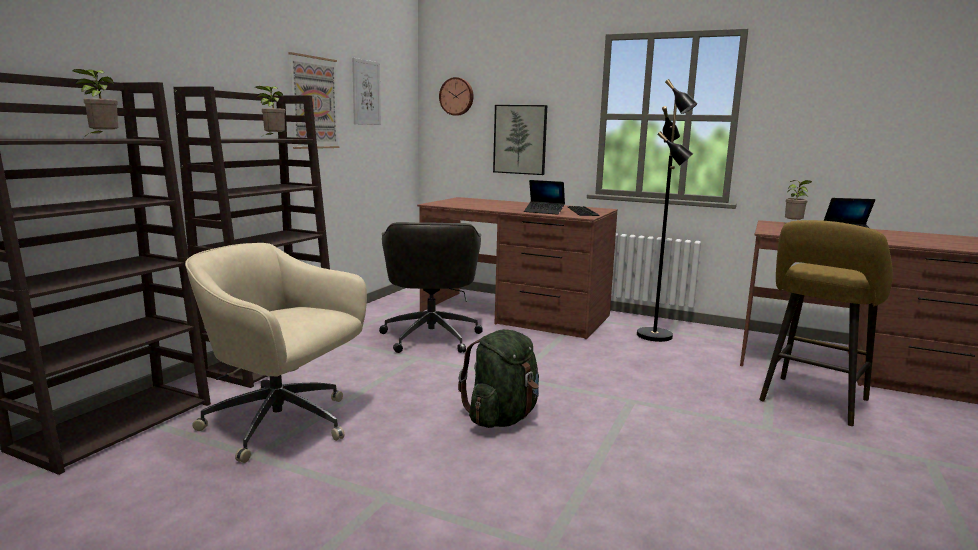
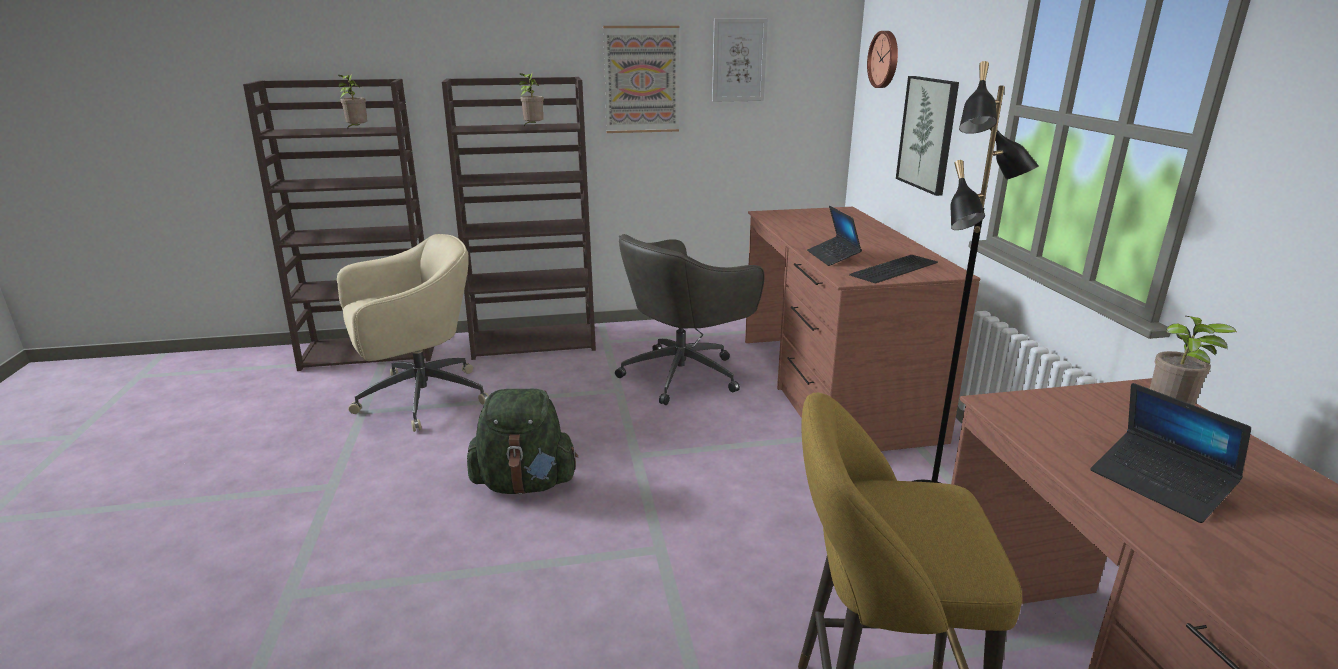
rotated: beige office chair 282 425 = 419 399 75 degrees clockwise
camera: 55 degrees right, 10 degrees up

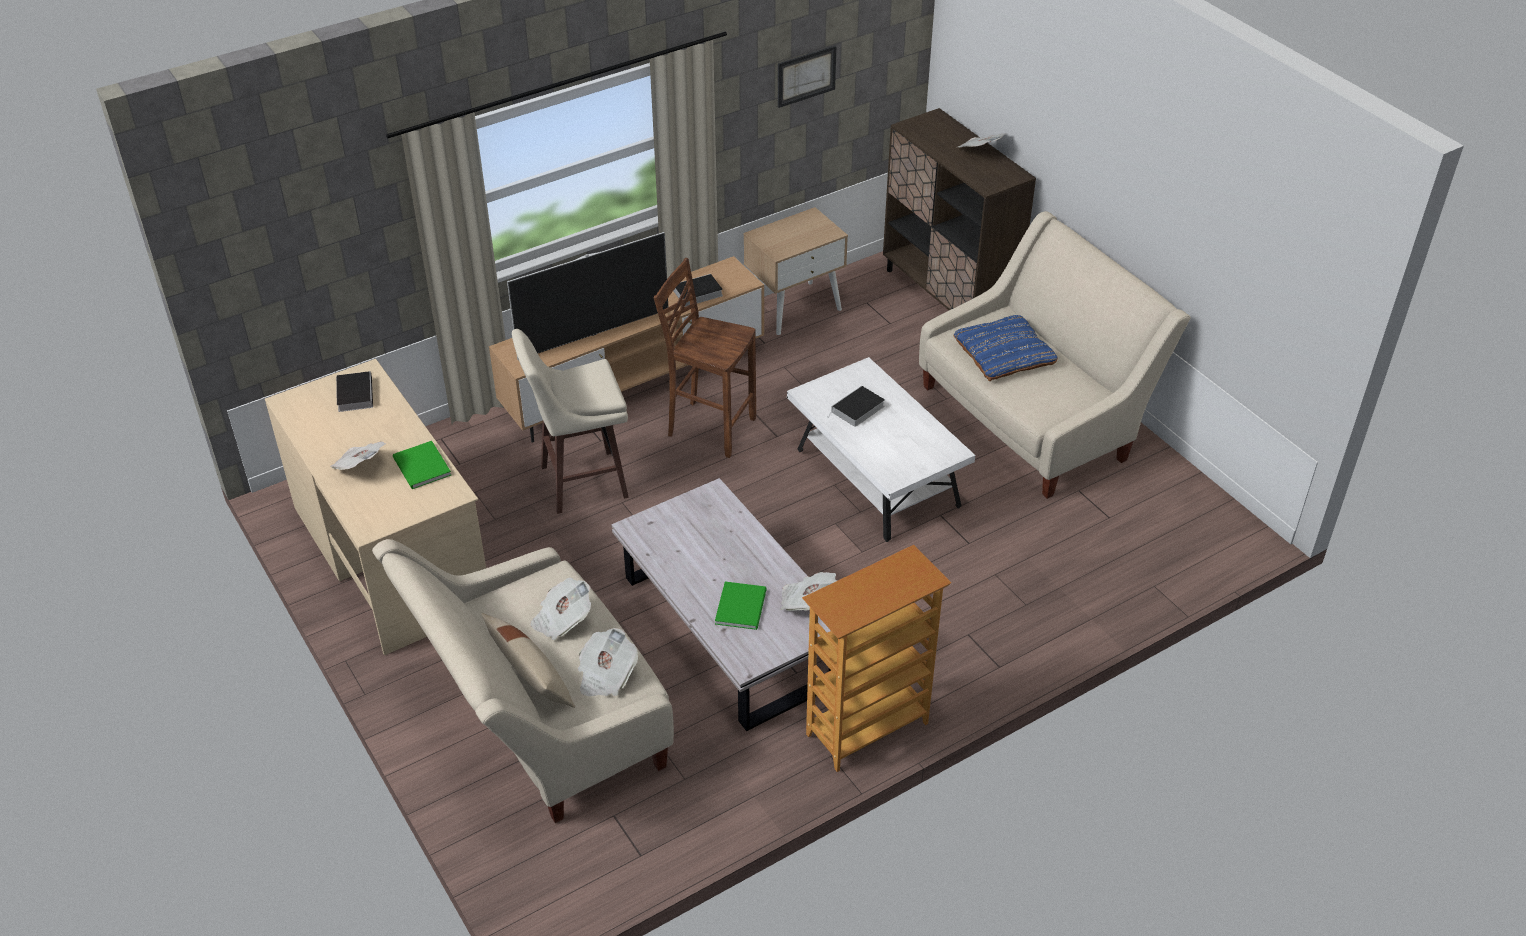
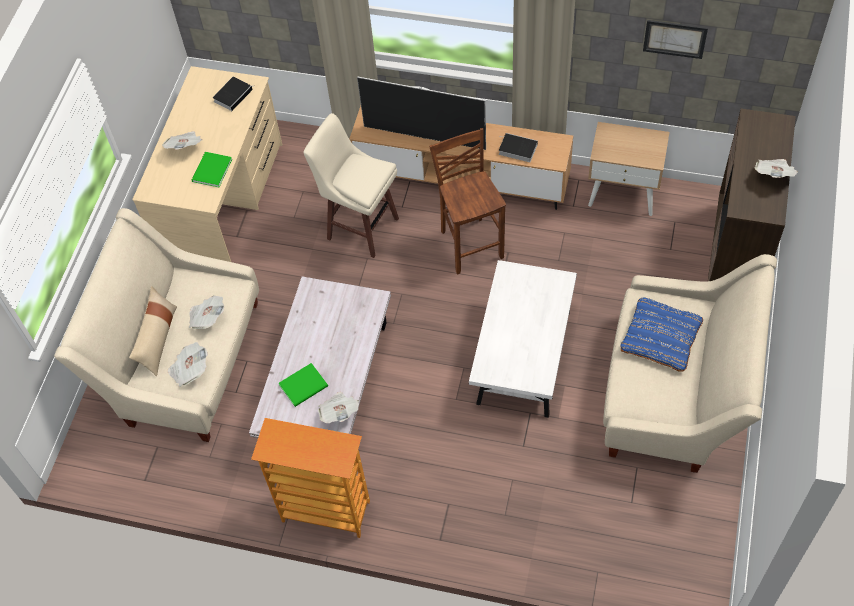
gone: book 857 410
camera: 50 degrees right, 15 degrees up

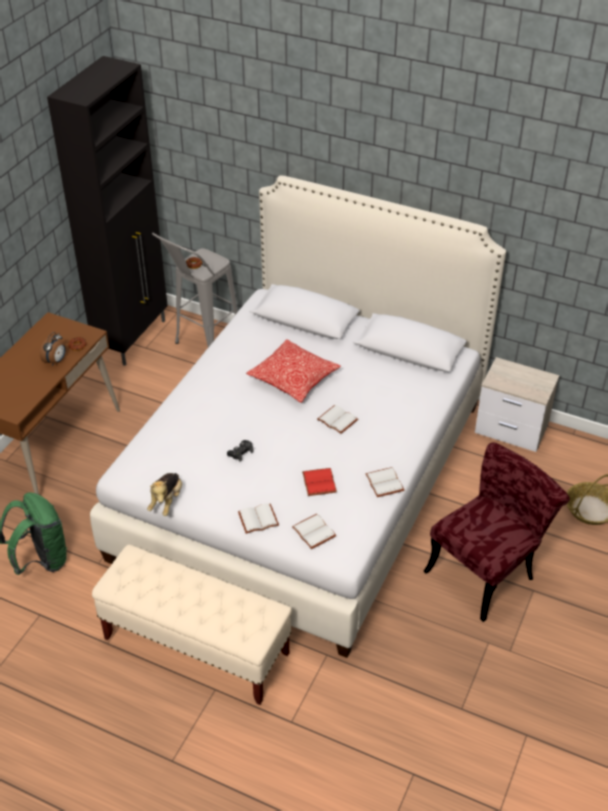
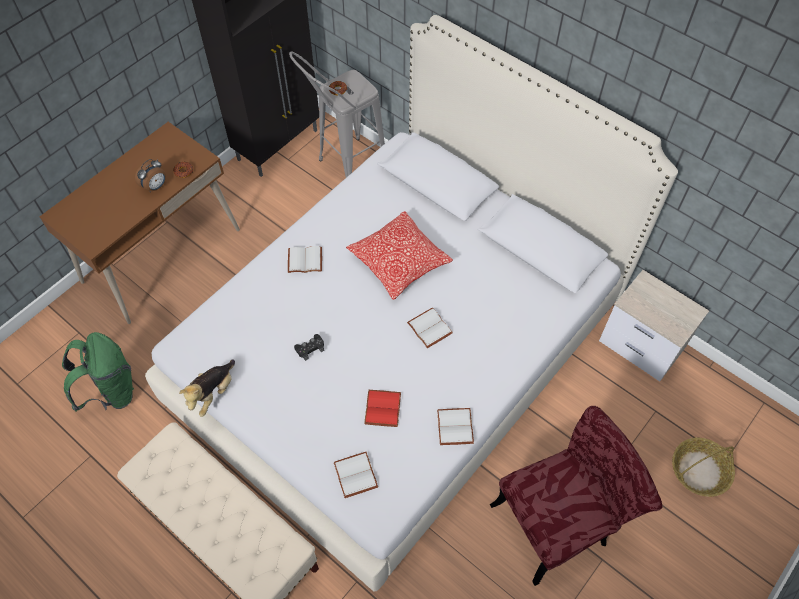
shifted: white book 258 520 to 304 261
camera: 15 degrees right, 15 degrees up

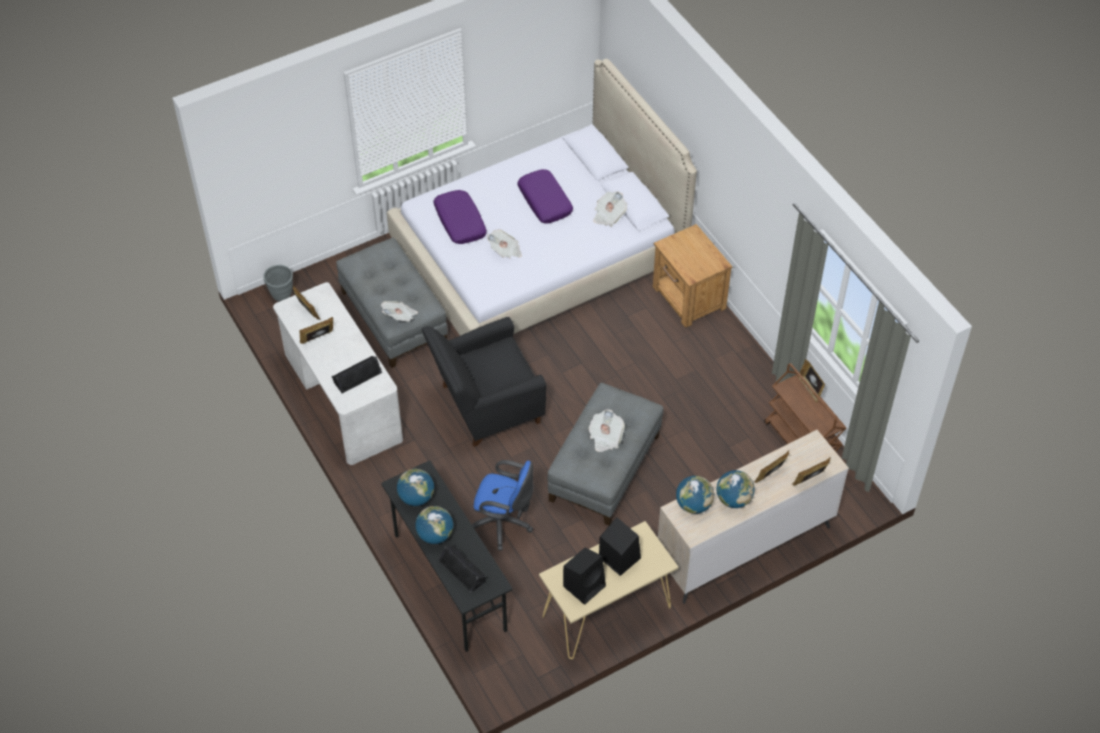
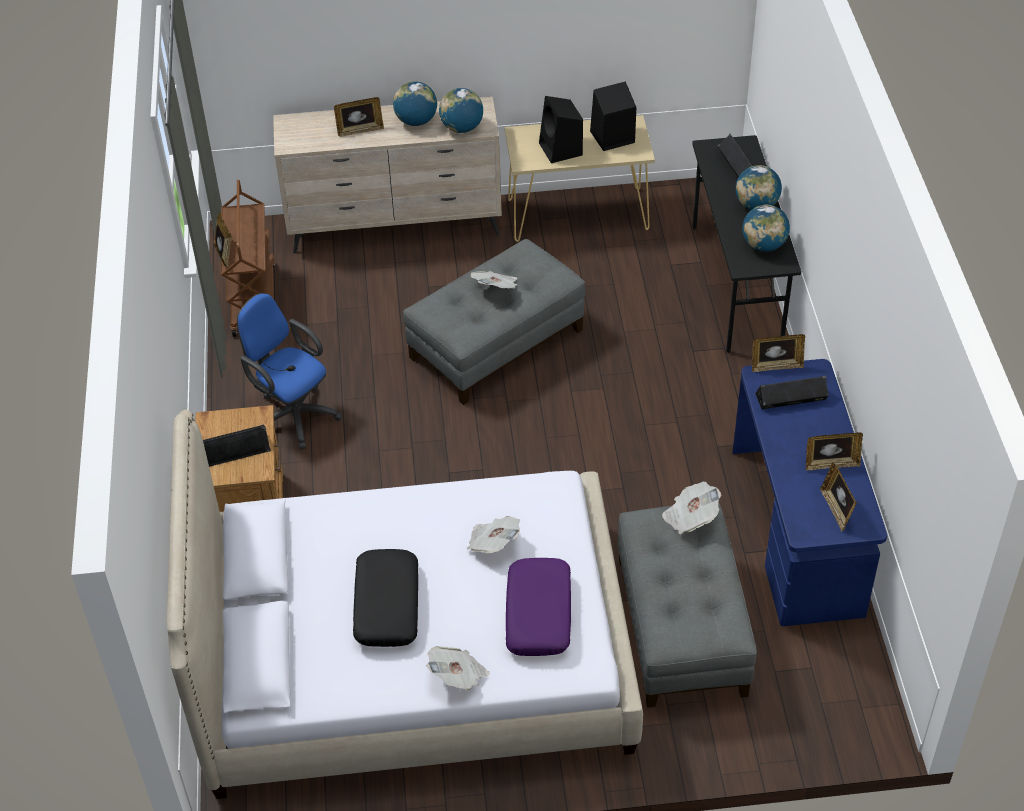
gone: grey planter 281 295; black armchair 485 406
new: black speaker 234 448
shifted: blue office chair 503 524 to 293 414; newspaper 608 215 to 458 676; picture frame 810 480 to 776 366
repainted: white desk 342 398 to blue desk 798 530; purple pillow 545 201 to black pillow 386 605
camera: 155 degrees left, 5 degrees down

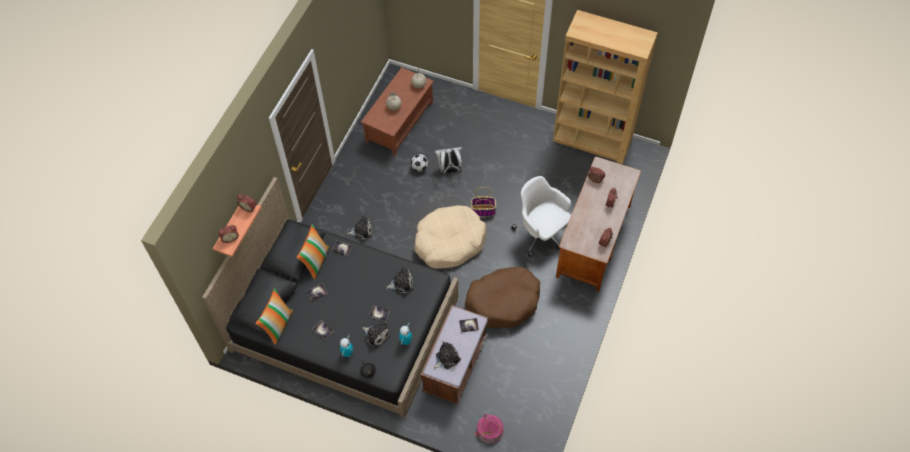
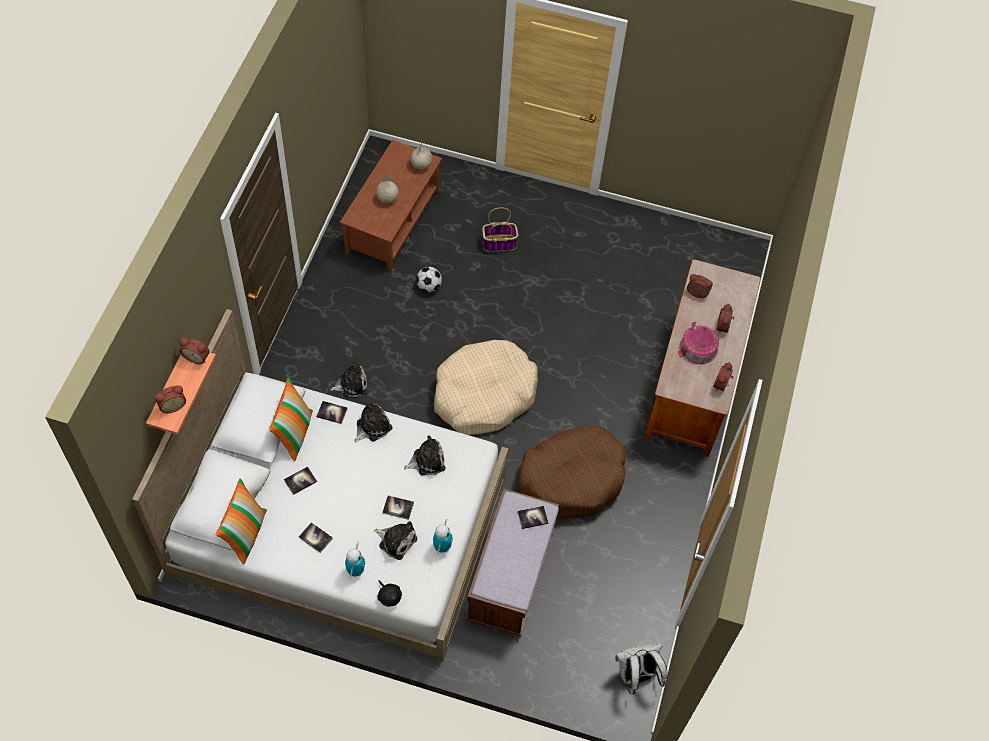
gone: white office chair 541 233; brown bookcase 592 140
shifted: white backpack 449 170 to 636 676; plush toy 446 358 to 372 426; basket 483 210 to 499 243; toy house 490 430 to 698 347
repainted: black bed 345 324 to white bed 340 525
camera: 10 degrees left, 0 degrees up

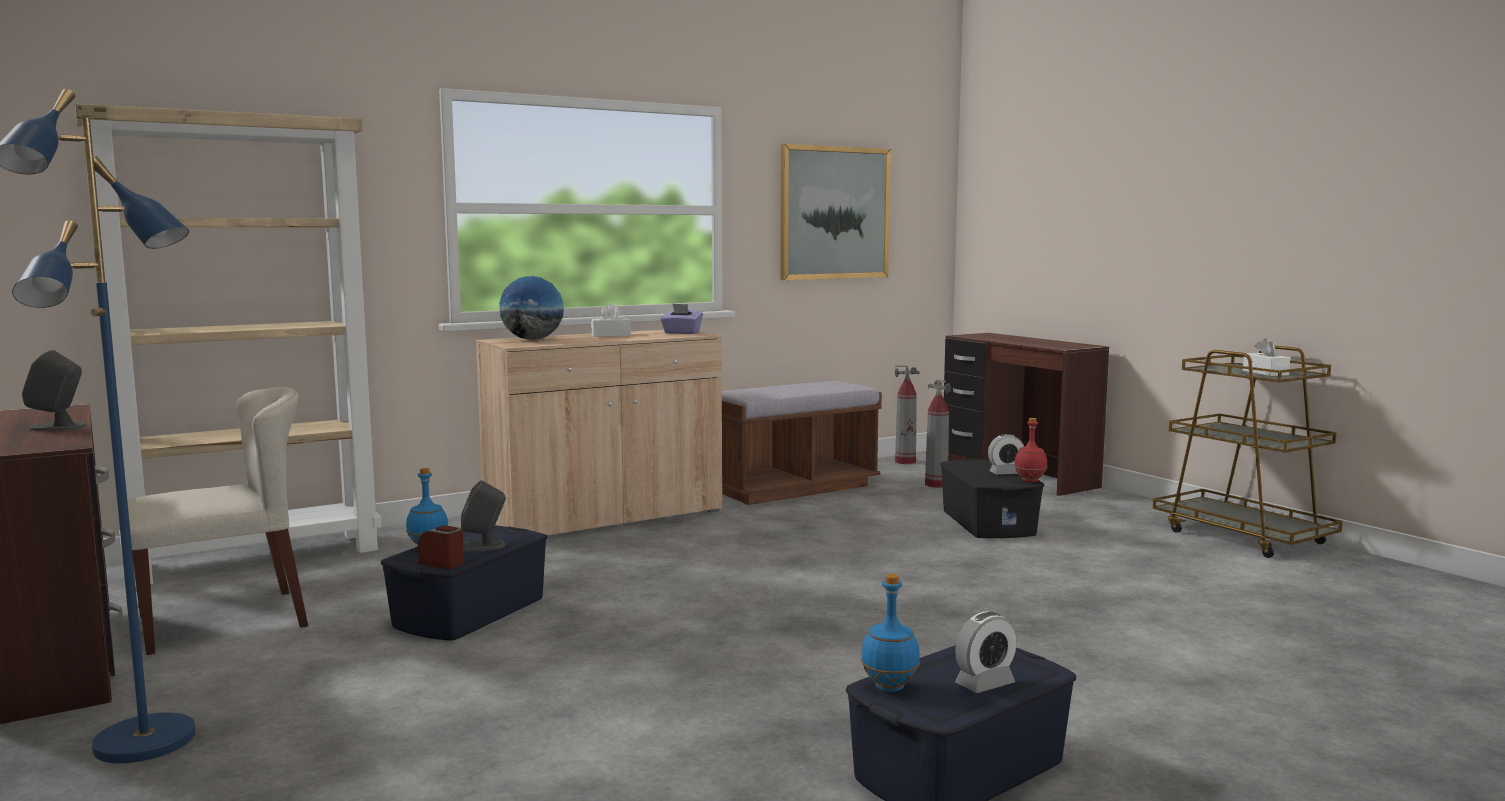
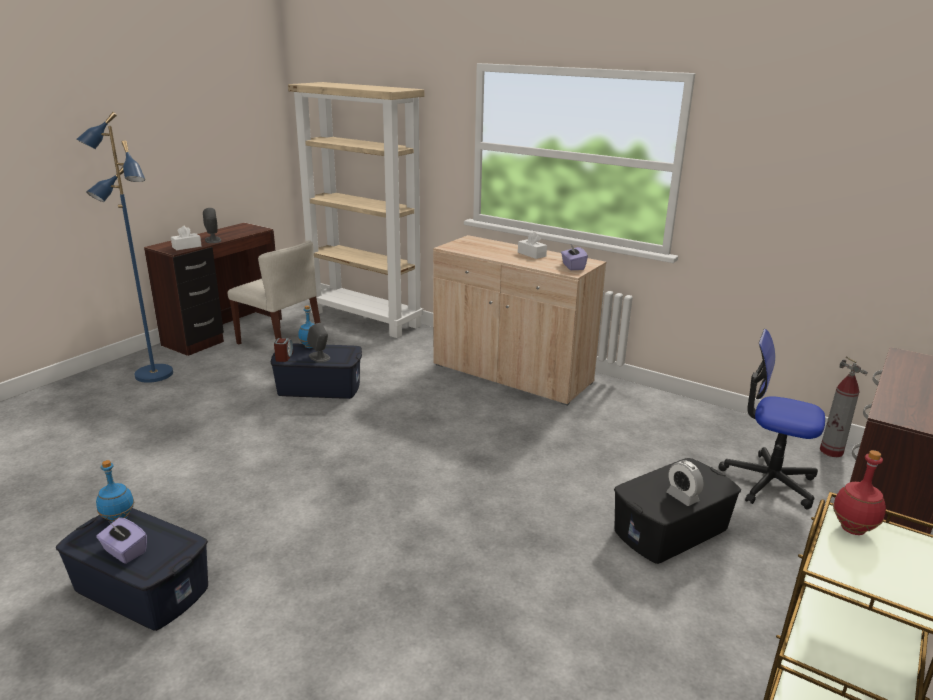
gone: globe 532 339; brown bench 791 488; picture 834 213
shifted: red bottle 1029 481 to 852 529; white tissue box 1265 373 to 187 247
swapped: fire extinguisher 936 484 to office chair 768 481; alarm clock 984 684 to purple tissue box 124 552
camera: 65 degrees right, 15 degrees up

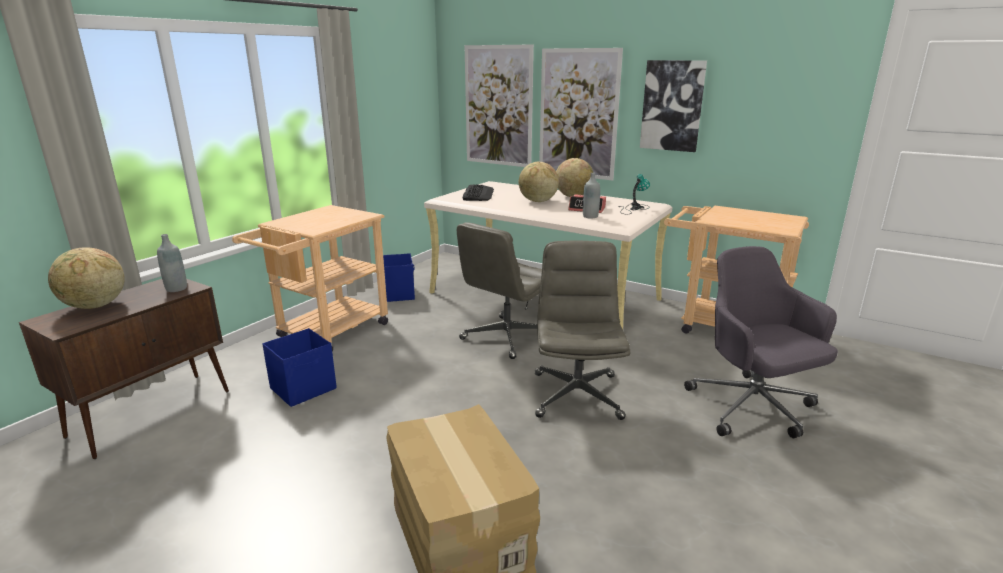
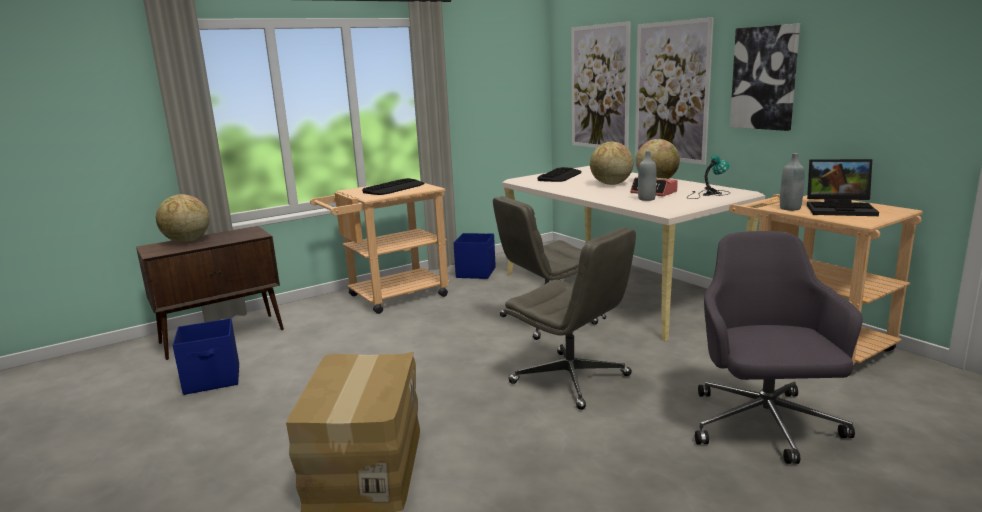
new: keyboard 394 188; laptop 841 209
shifted: grey bottle 176 288 to 790 208; blue storage box 304 388 to 213 379
rotated: grey office chair 576 394 = 571 379 105 degrees clockwise
camera: 25 degrees right, 5 degrees down

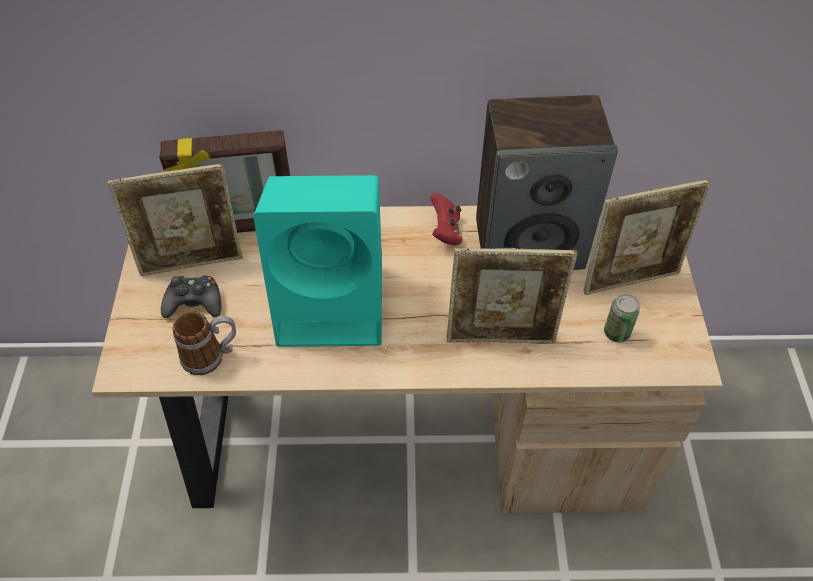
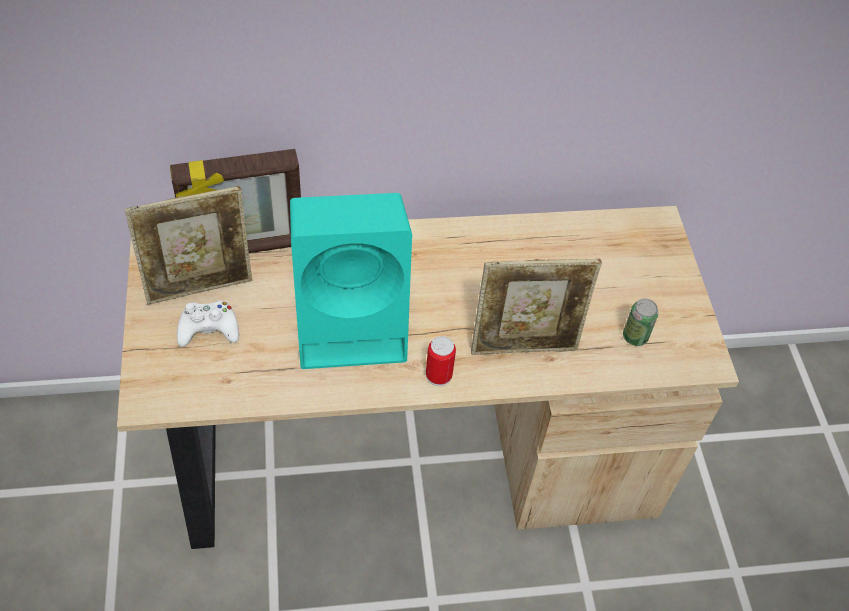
gone: mug 211 356; red game controller 446 231; speaker 529 243; picture frame 630 279
new: can 438 375
repainted: black game controller 194 302 to white game controller 209 329
camera: 10 degrees left, 0 degrees up

